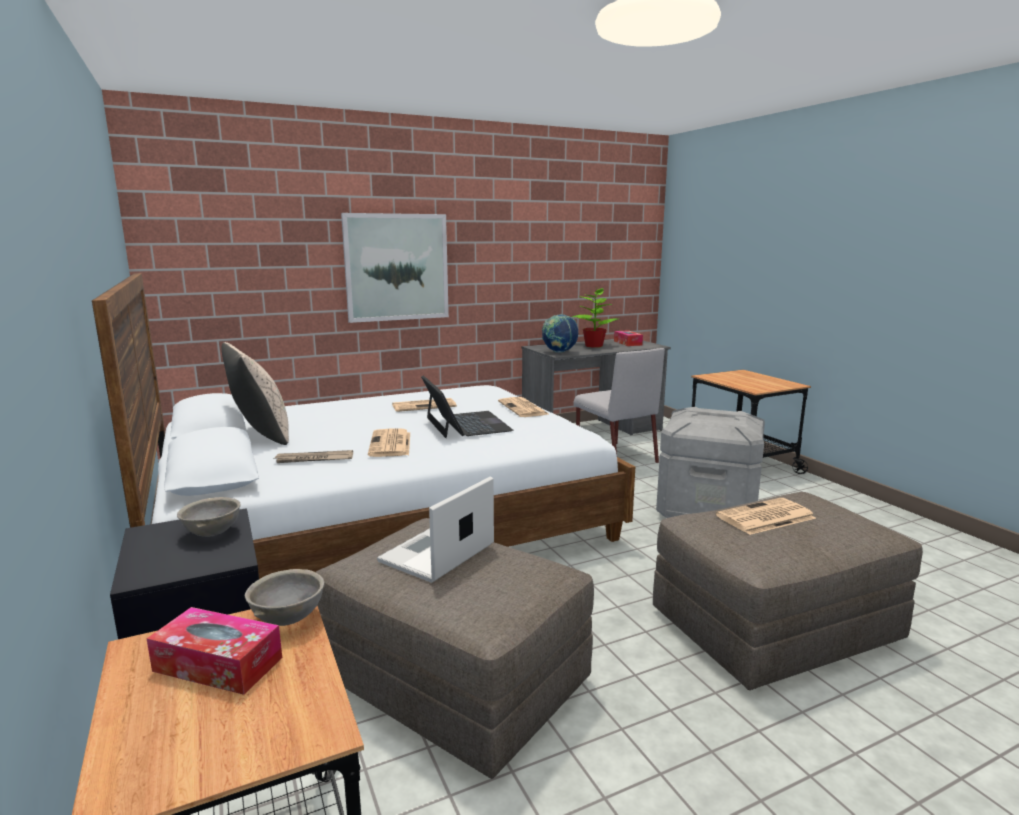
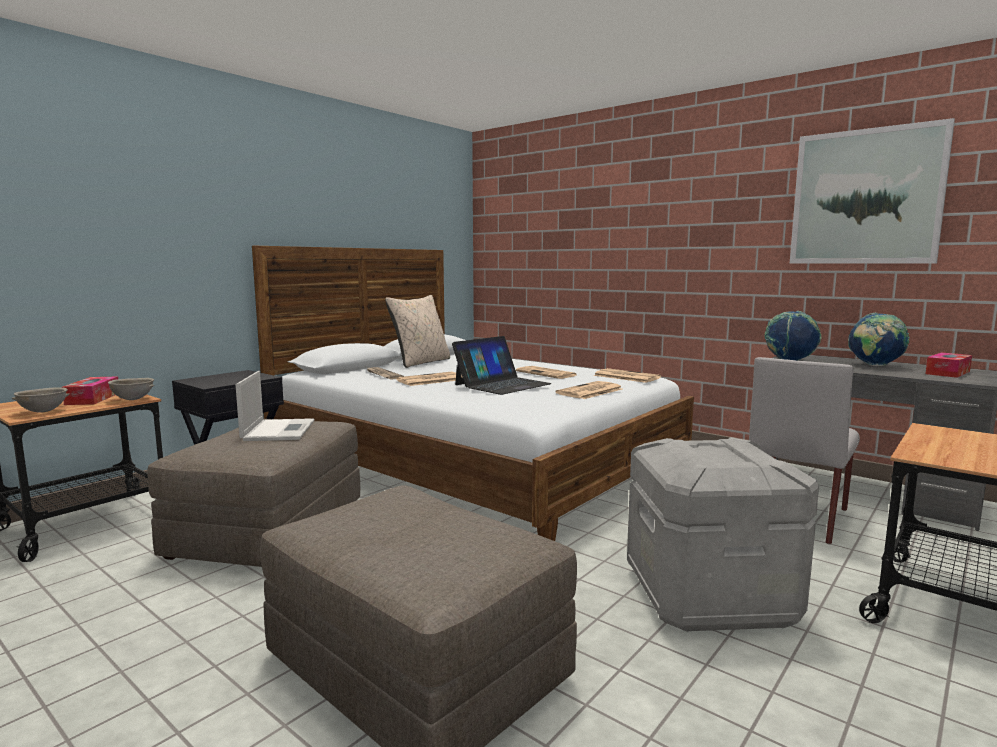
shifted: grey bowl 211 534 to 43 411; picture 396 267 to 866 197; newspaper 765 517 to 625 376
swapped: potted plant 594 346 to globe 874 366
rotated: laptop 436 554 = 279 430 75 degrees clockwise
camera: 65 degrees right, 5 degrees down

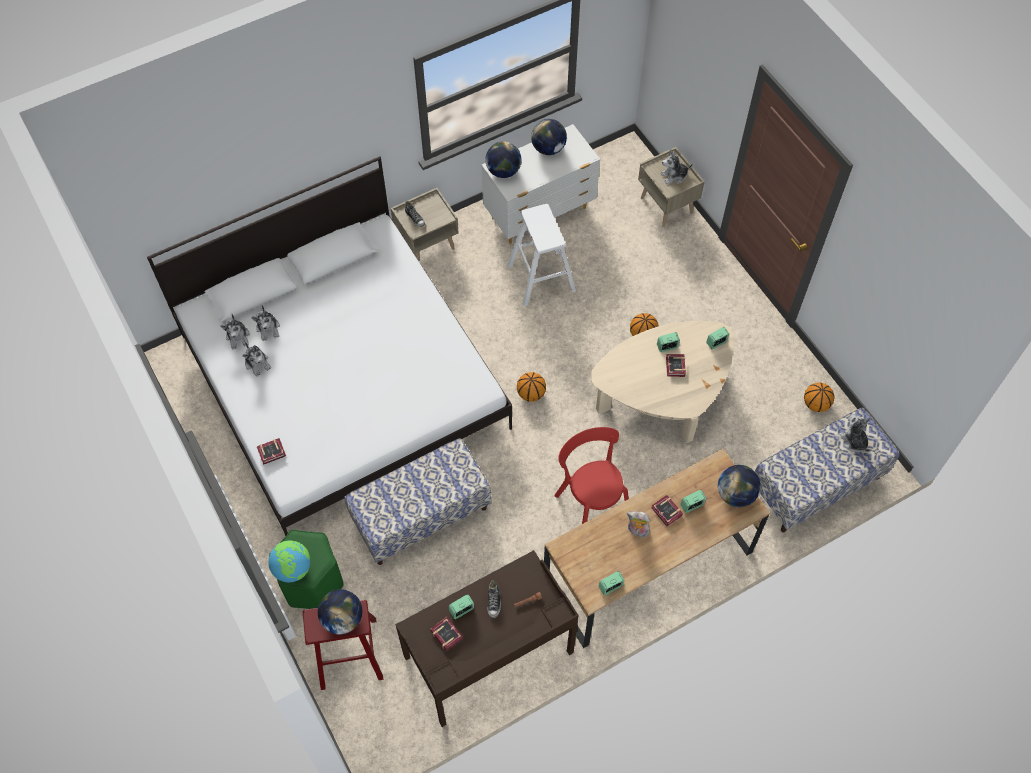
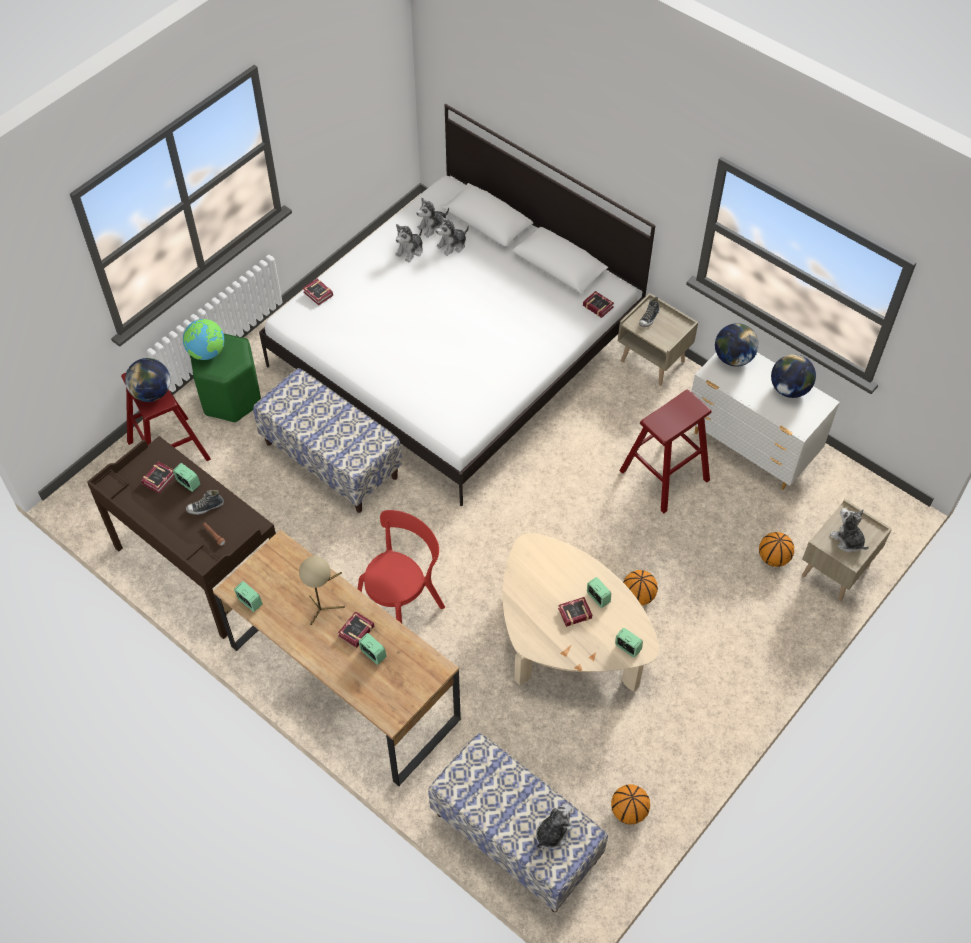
gone: globe 735 494
new: book 597 305
shifted: basketball 531 393 to 774 558
swapped: plush toy 636 531 to beige table lamp 323 609
repainted: white stool 541 278 to red stool 664 475
camera: 70 degrees right, 5 degrees down

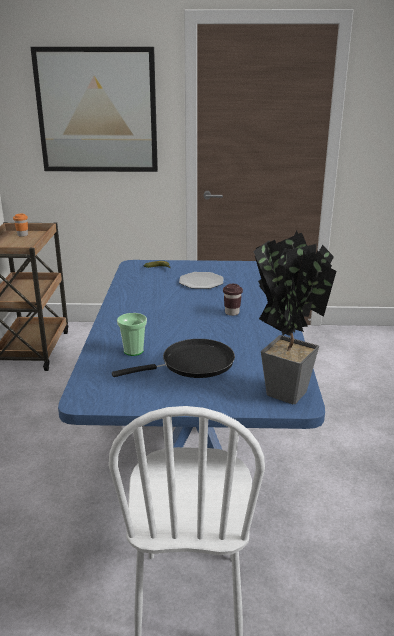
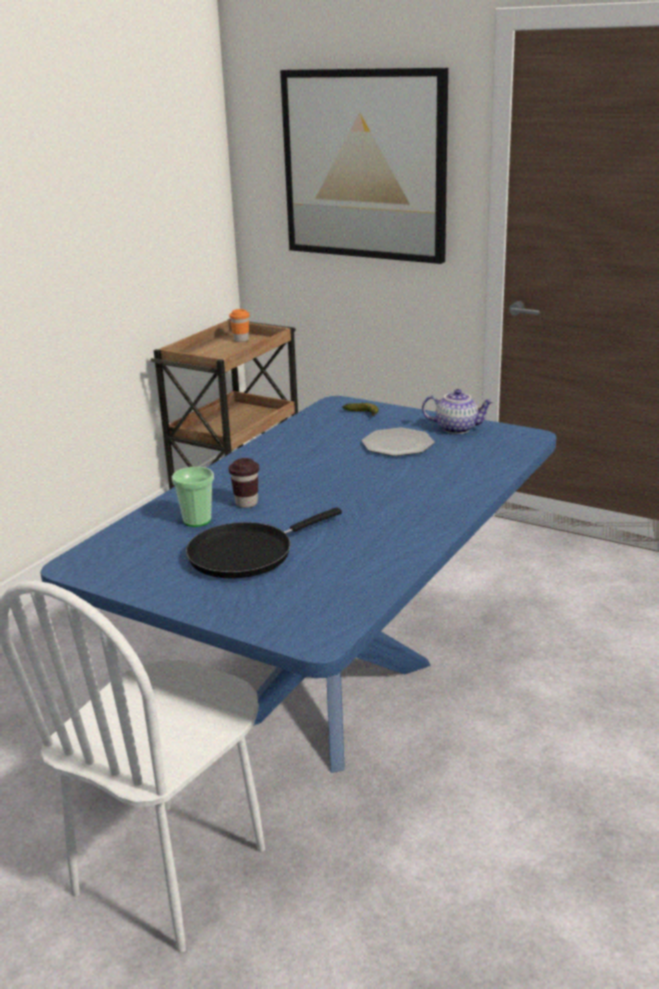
gone: potted plant 282 389
new: teapot 457 428
shifted: brown cup 232 313 to 246 503
rotated: black frying pan 193 364 = 247 554 135 degrees clockwise
camera: 30 degrees right, 0 degrees up

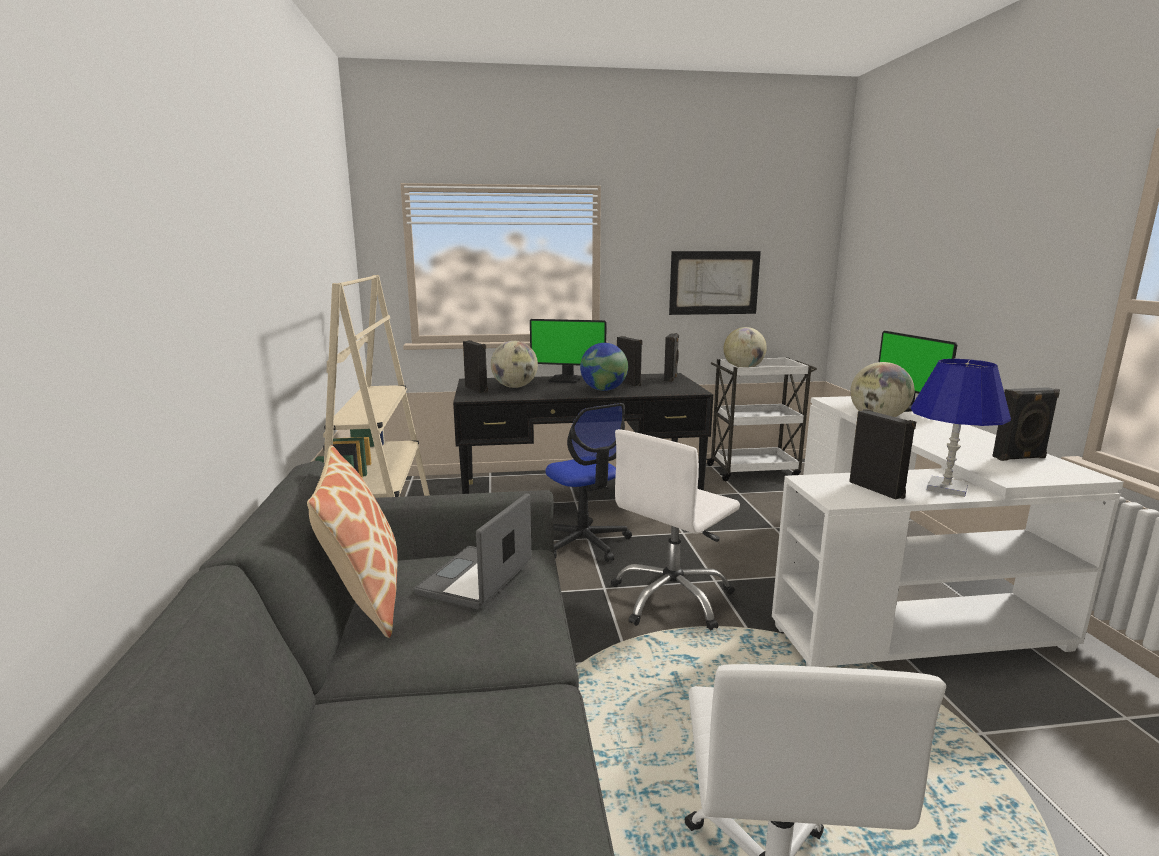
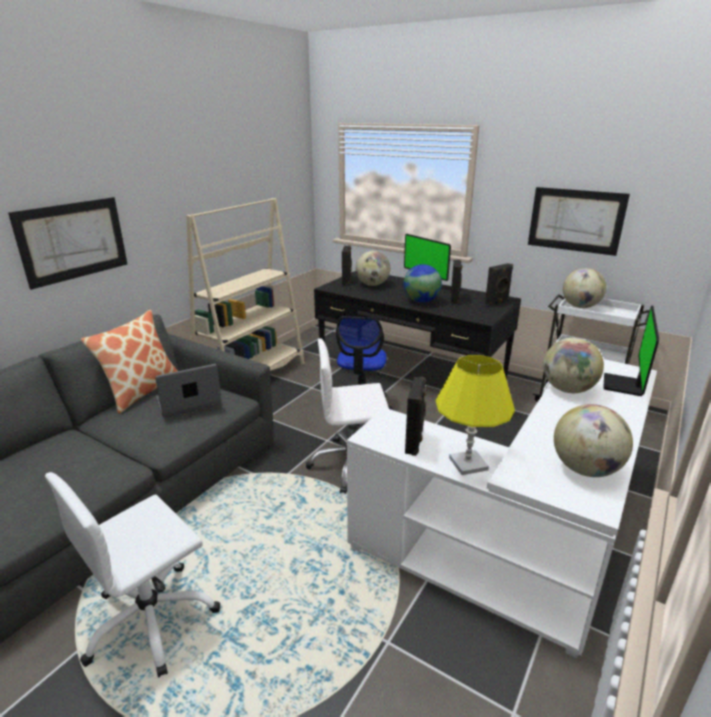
new: picture 73 241
swapped: black speaker 1020 458 to globe 585 469
repainted: blue table lamp 946 488 to yellow table lamp 468 463
camera: 40 degrees right, 10 degrees up

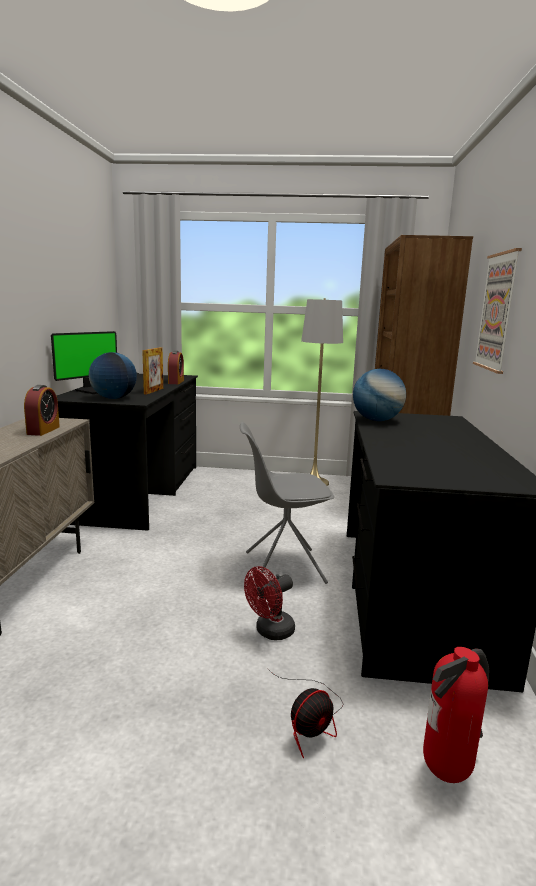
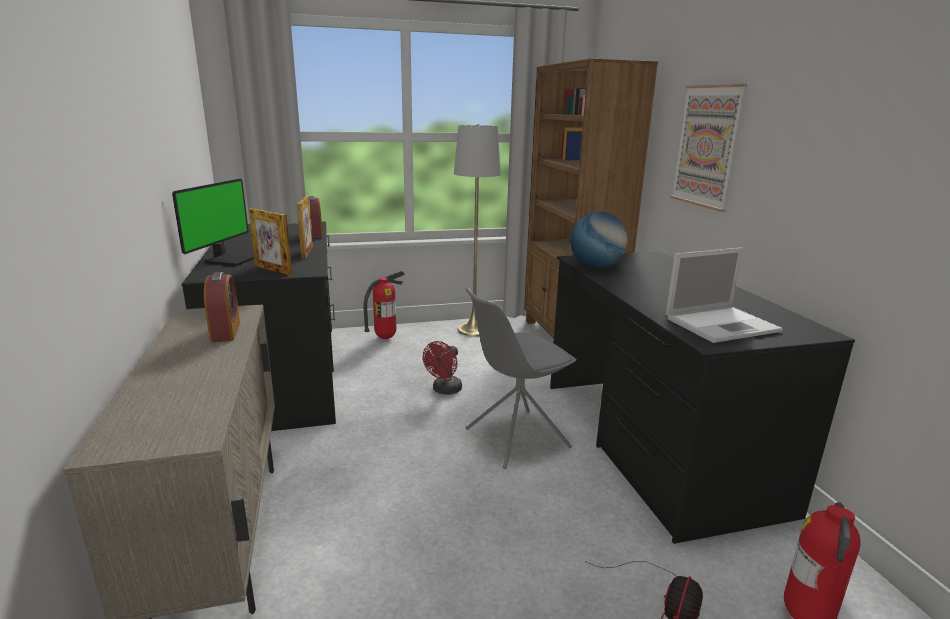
new: fire extinguisher 385 338; laptop 723 324
shifted: red fan 270 632 to 444 390
swapped: globe 114 398 to picture frame 273 270
camera: 20 degrees left, 5 degrees up

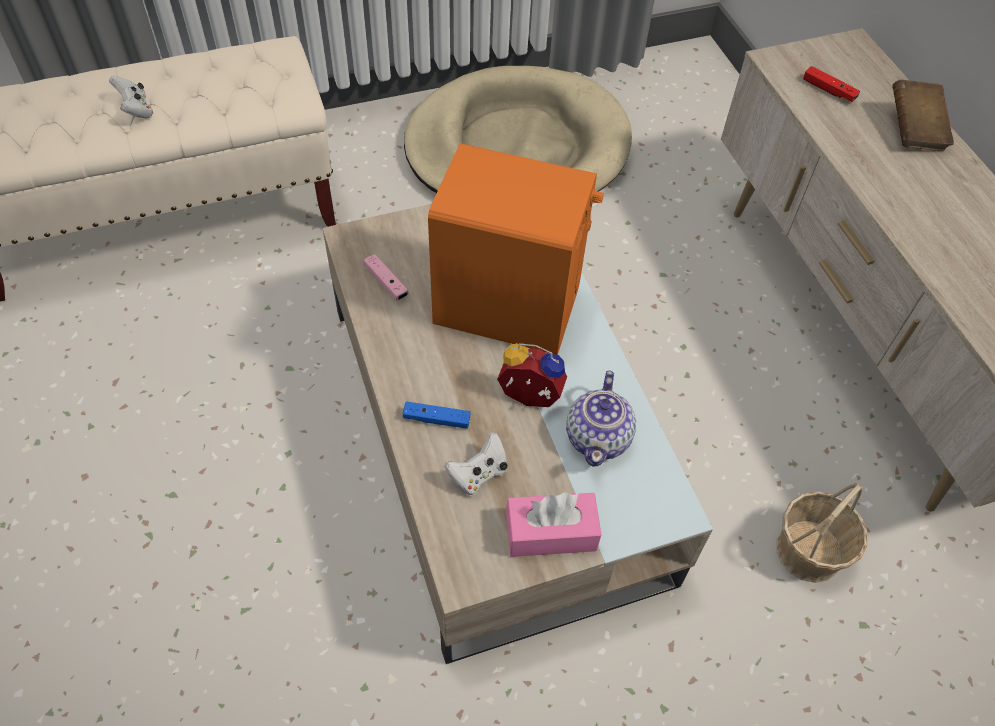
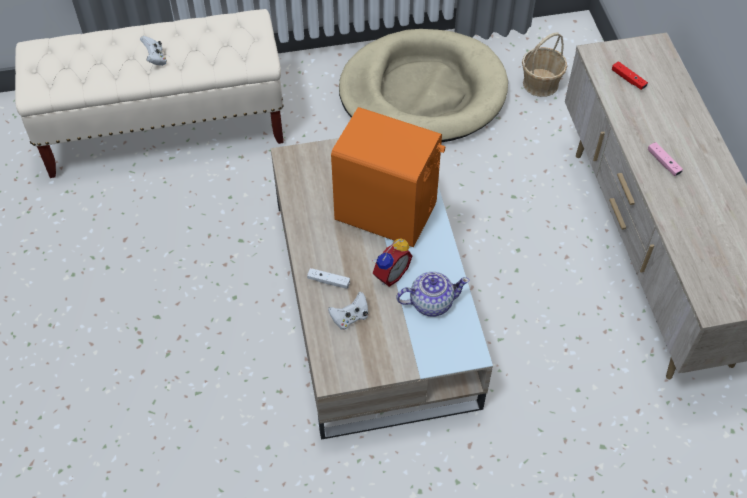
gone: pink tissue box 551 532; brown book 914 130
shifted: pink game controller 386 282 to 663 162; basket 809 551 to 541 83
repainted: blue game controller 436 419 to white game controller 328 281
rotated: alarm clock 528 399 = 389 274 105 degrees clockwise; teapot 599 437 = 430 302 120 degrees counterclockwise
camera: 10 degrees right, 0 degrees up

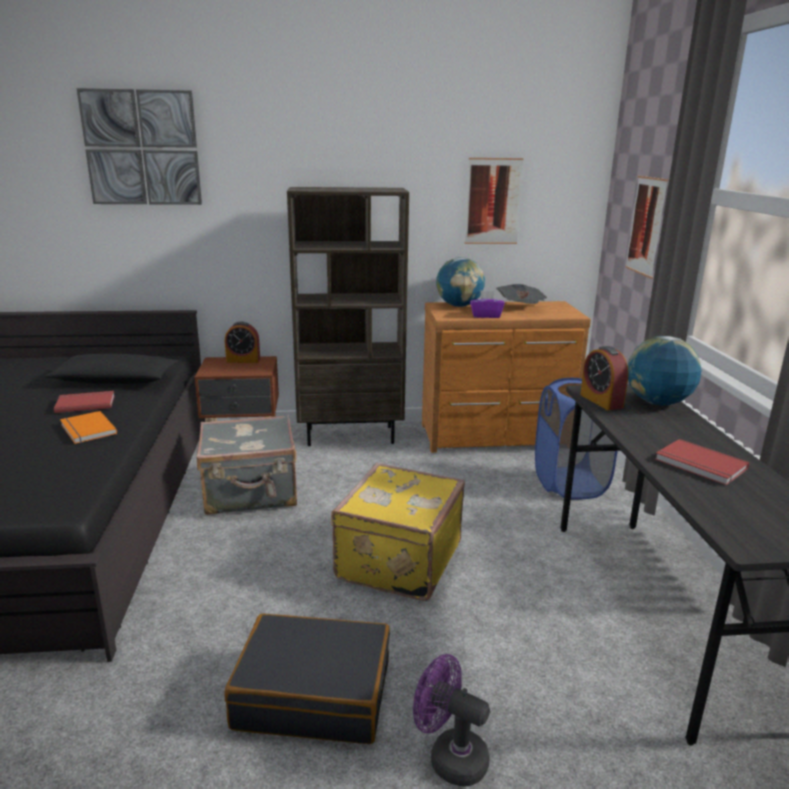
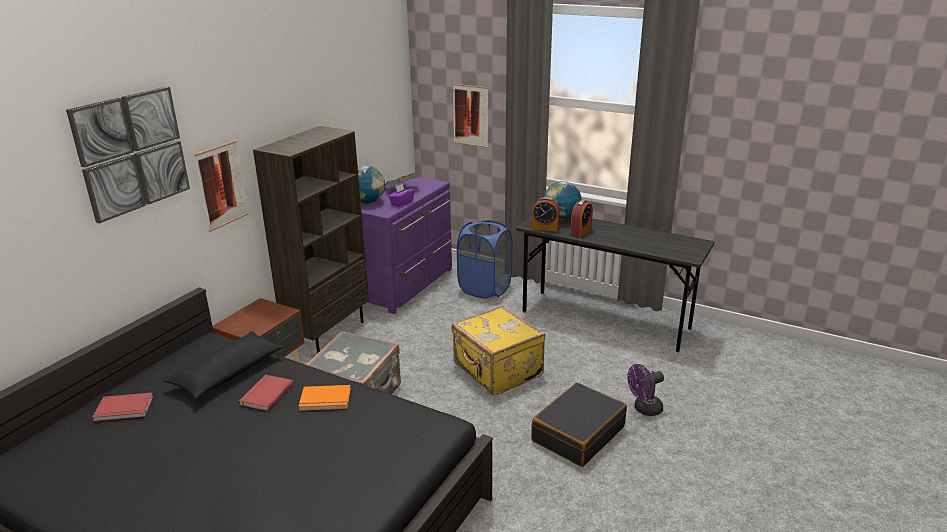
shifted: alarm clock 243 360 to 581 231; picture 493 201 to 222 185; red book 699 465 to 124 409
repainted: brown dresser 497 437 to purple dresser 406 285
camera: 55 degrees left, 5 degrees up

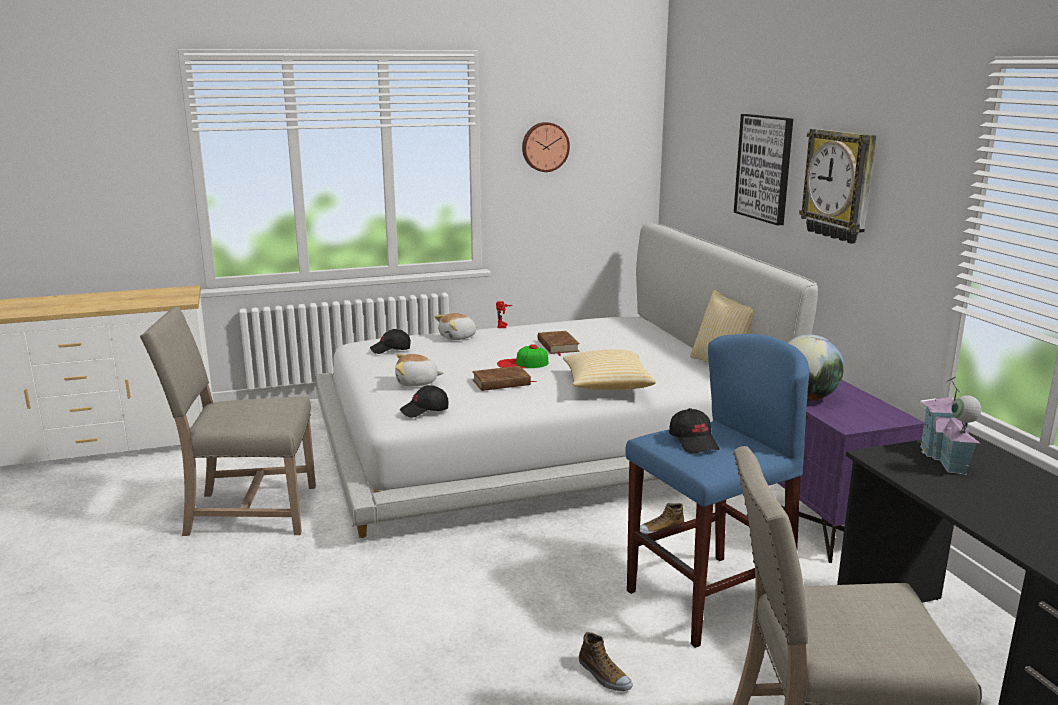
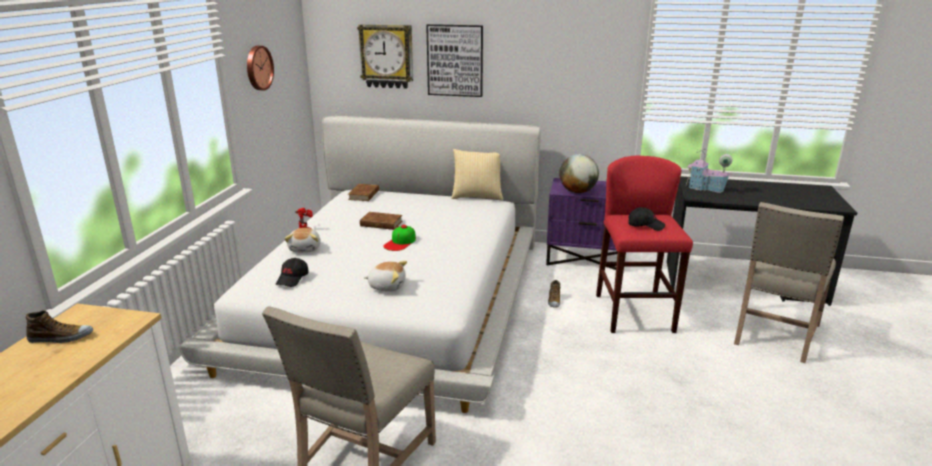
gone: black cap 425 410; pillow 606 385
shifted: brown book 501 382 to 364 195; shoe 604 675 to 61 338; wall clock 840 185 to 387 56
repainted: blue stool 707 599 to red stool 634 313
rotated: plush toy 416 383 = 387 286 105 degrees counterclockwise
camera: 60 degrees left, 5 degrees up

